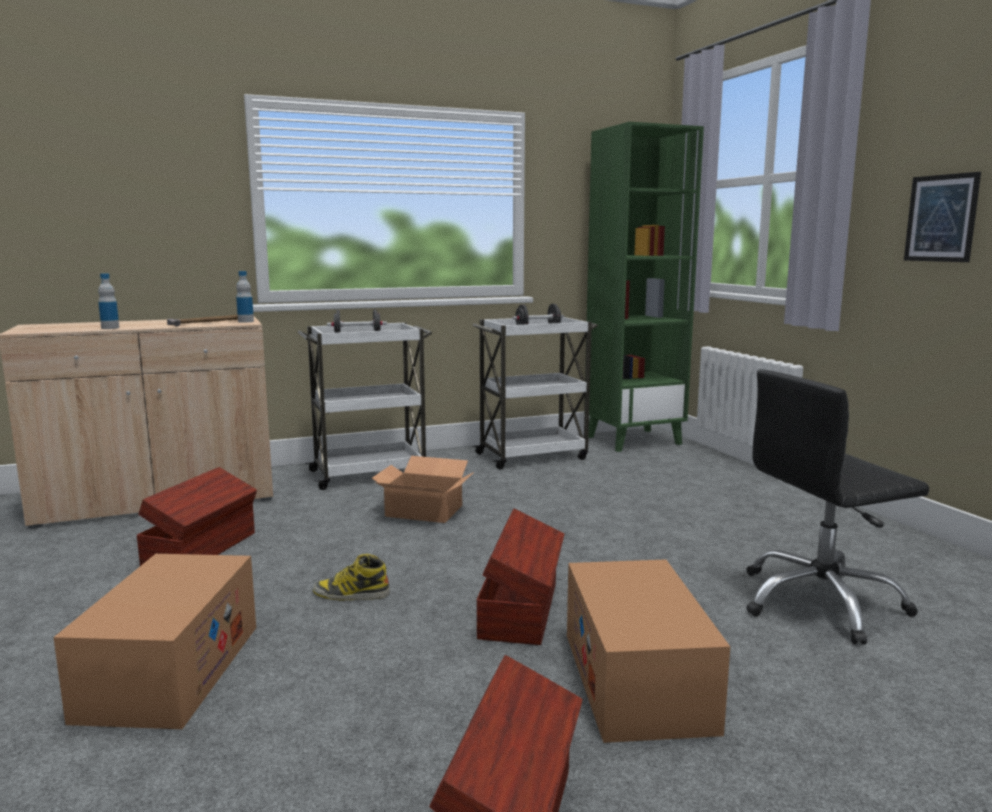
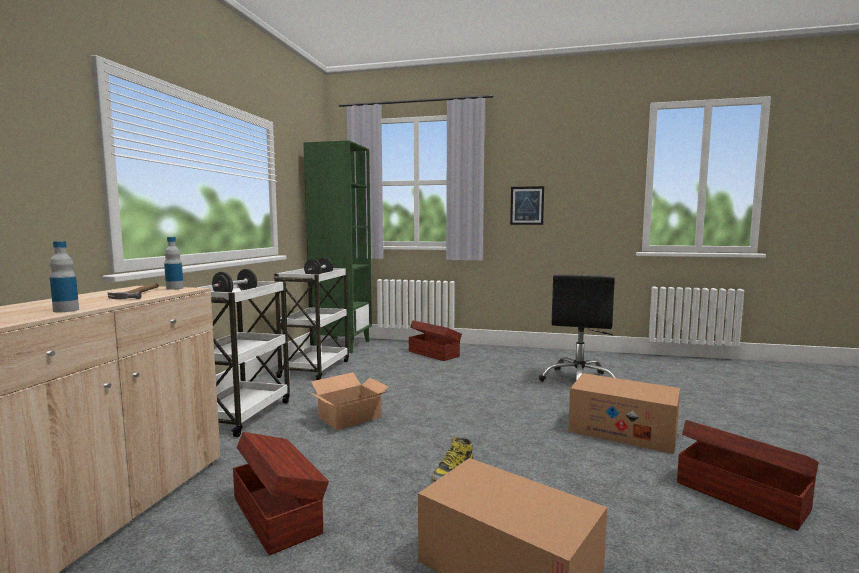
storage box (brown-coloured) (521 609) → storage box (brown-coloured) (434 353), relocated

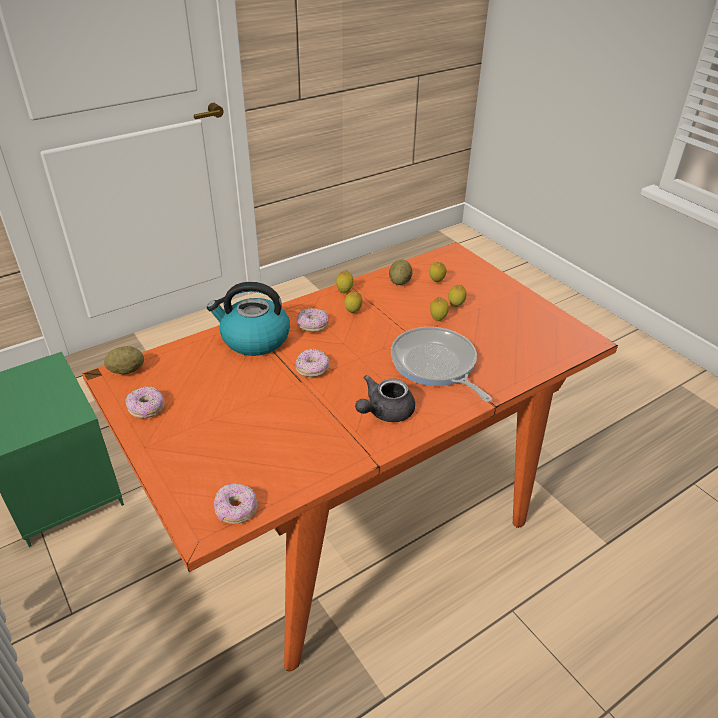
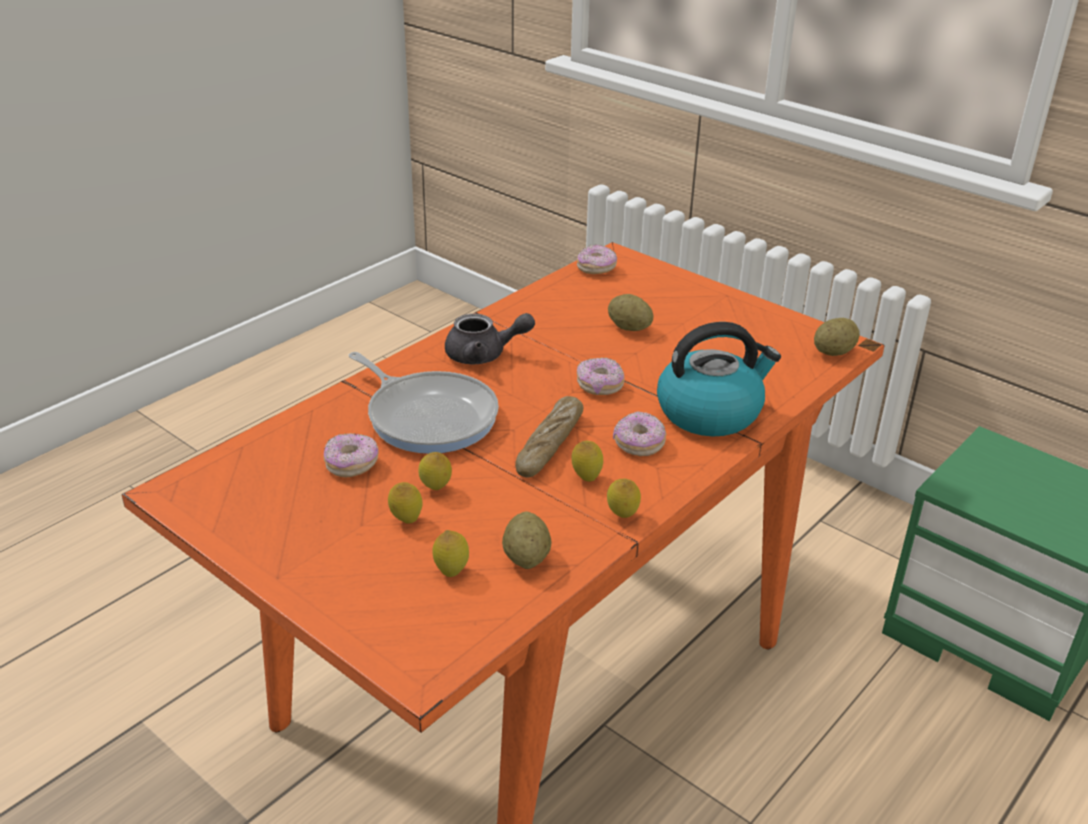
tea pot (greyish) (384 412) → tea pot (greyish) (484 355), 60 degrees clockwise
donut (147 409) → donut (351 465), relocated
- → spud (629 328)
- → baked bread (550 445)

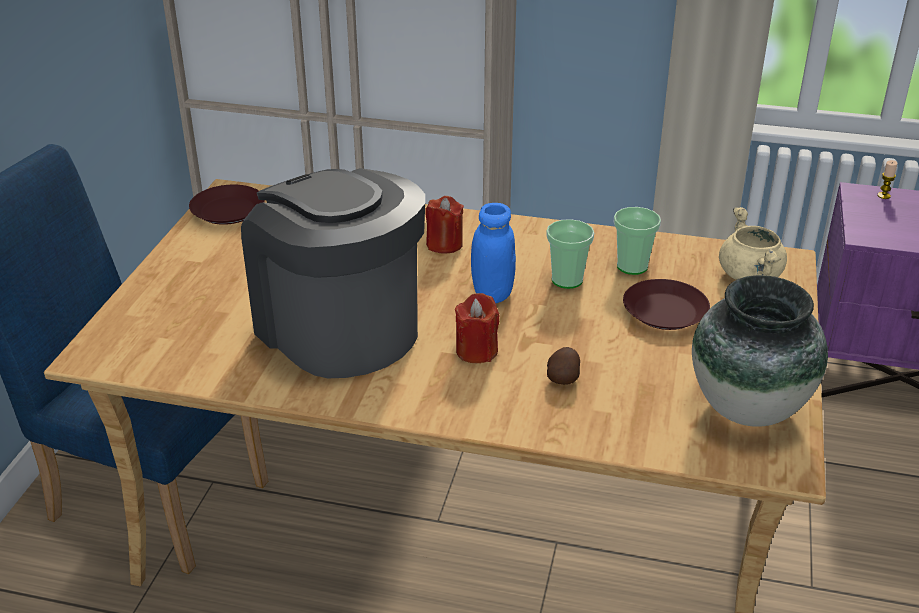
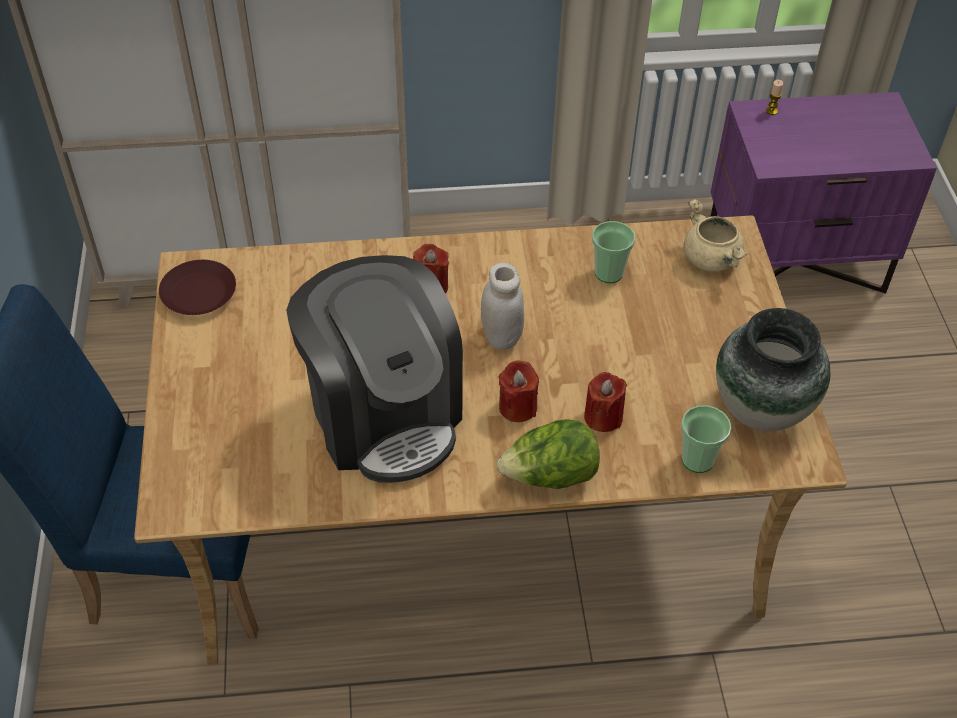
coffee brewer (338 328) → coffee brewer (383 414), 150 degrees counterclockwise
jar (bluish) (492 294) → jar (whitish) (501 337)
cup (567 280) → cup (697 460), relocated
plate (brown-coloured) (664 312) → -
spud (563 378) → wax light (red) (603 417)
- → head of lettuce (550 476)

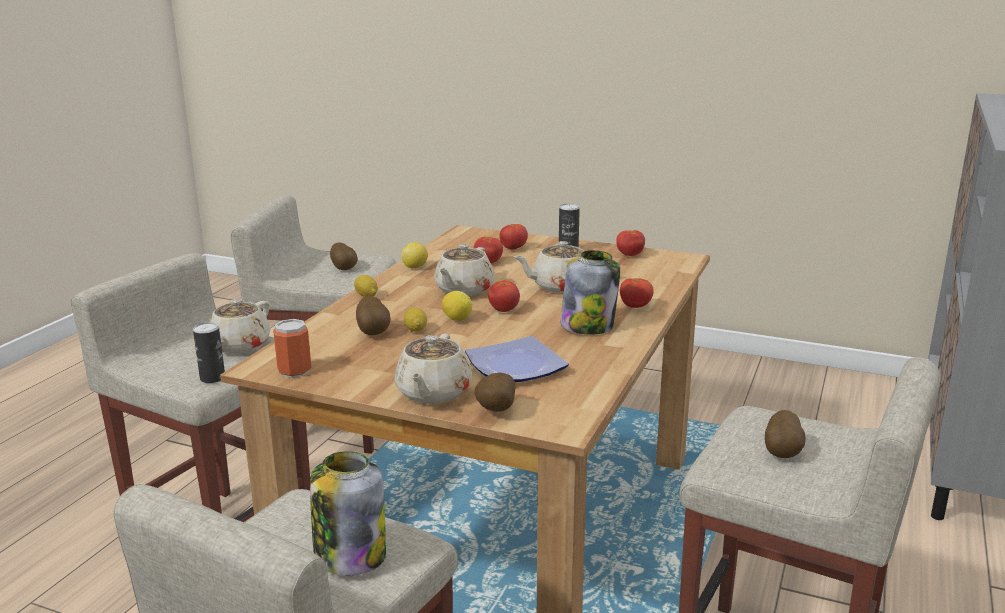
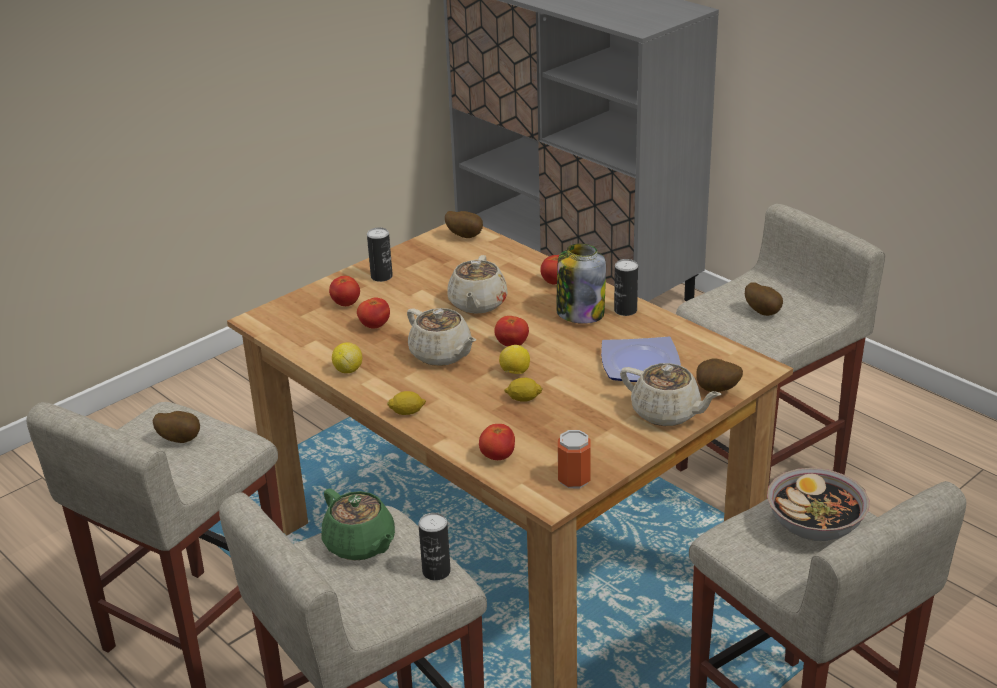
fresh tomato (629 255) → fresh tomato (497 456), relocated
spud (374 332) → spud (465 236), relocated
tea pot (beige) (239 345) → tea pot (green-coloured) (360 545)
jar (349 555) → serving bowl (814 524)
- → metal can (625 310)

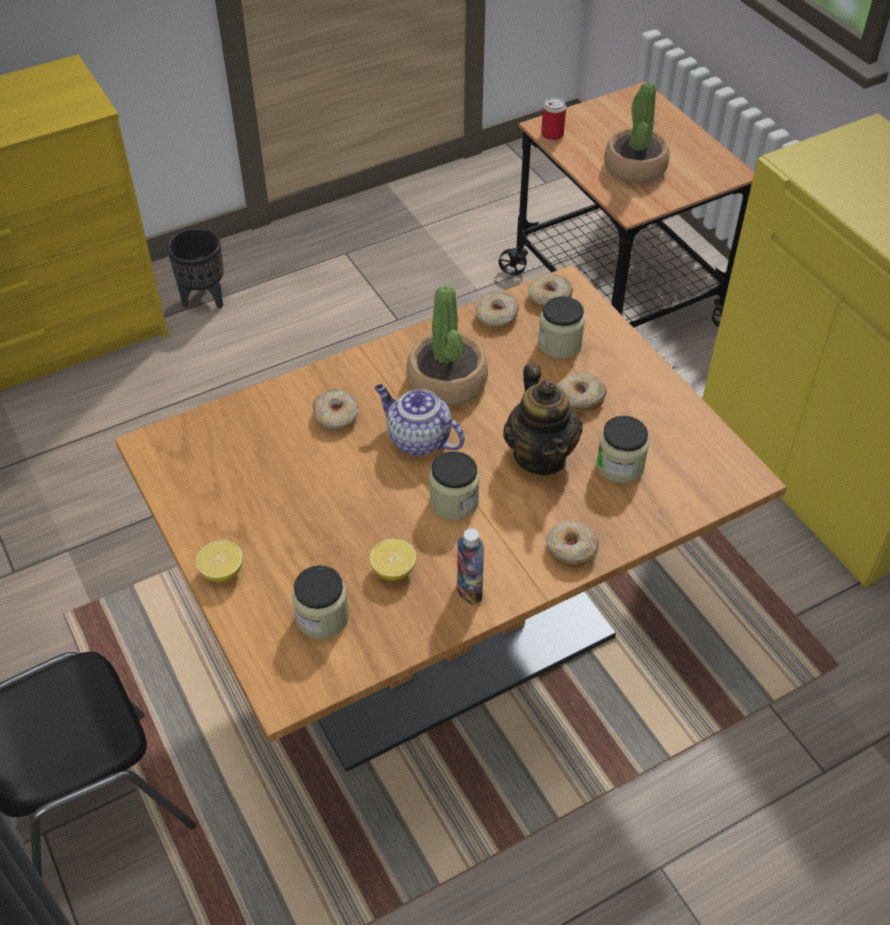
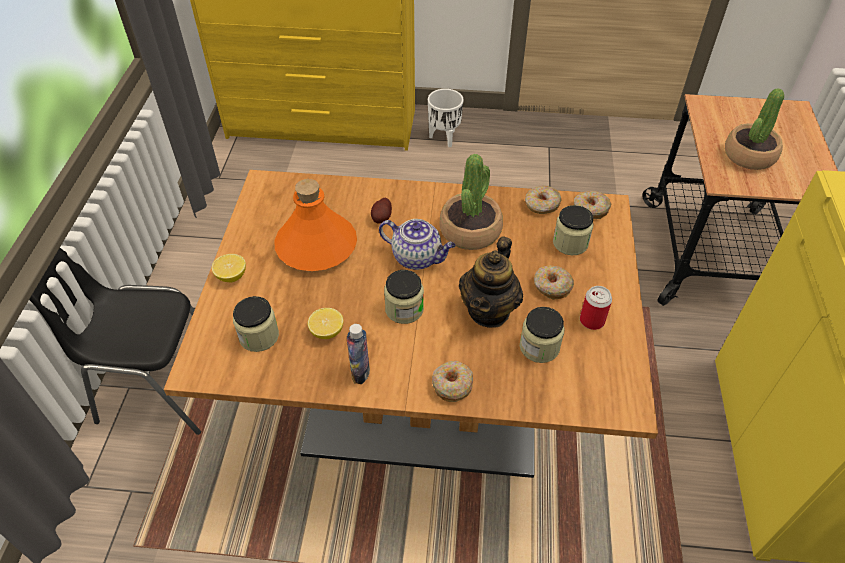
metal can (552 134) → metal can (592 320), relocated
flower pot (black-coloured) (204 298) → flower pot (whitish) (444 138)
tea pot (417 439) → tea pot (418 258), 135 degrees clockwise
donut (336 416) → spud (381 218)
- → drink bottle (orange) (316 247)

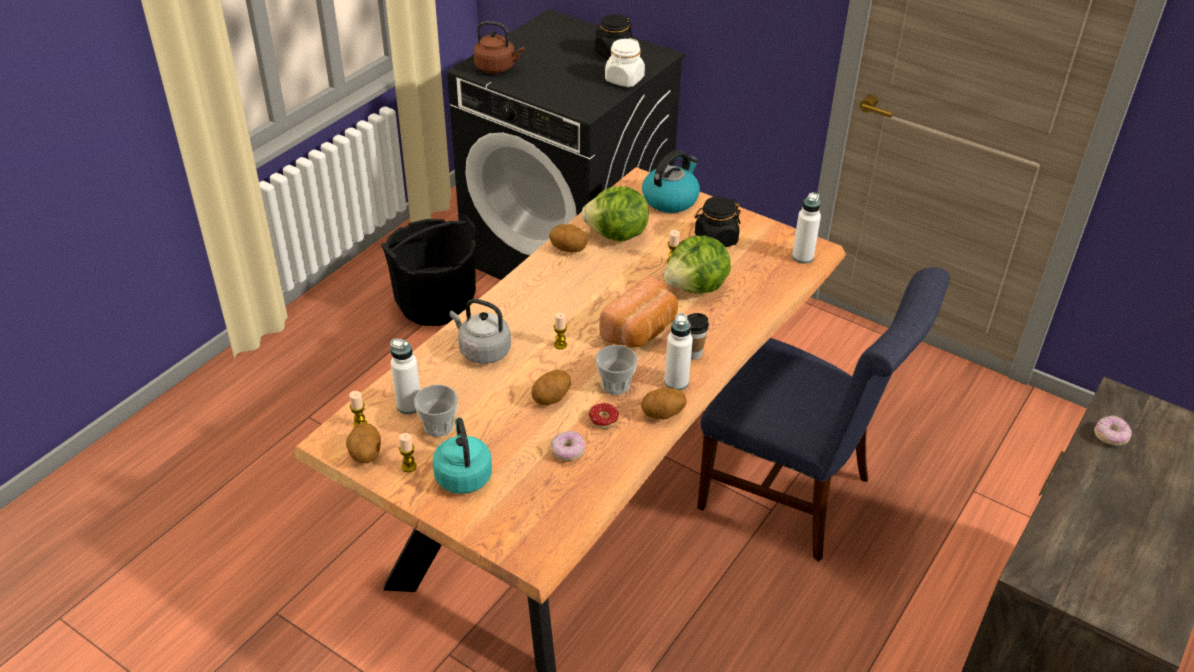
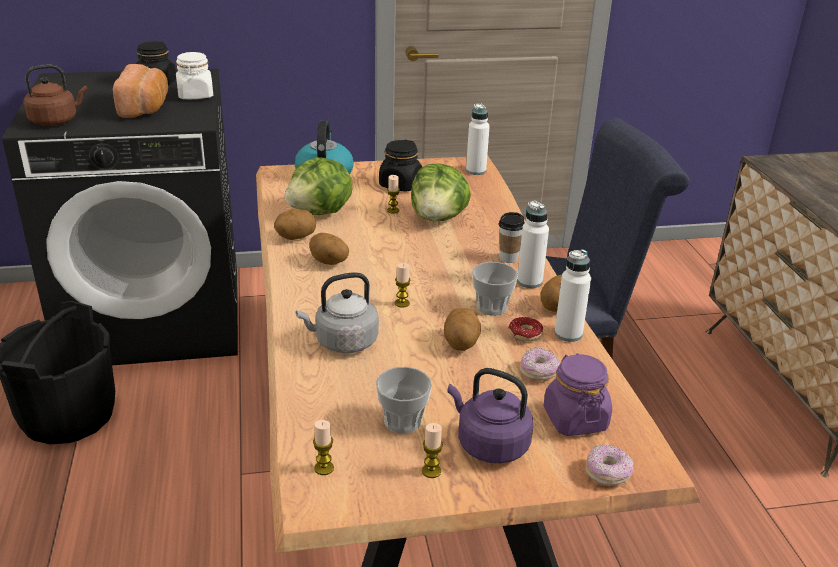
baked bread (641 331) → baked bread (145 108), relocated
drink bottle (whitish) (409 405) → drink bottle (whitish) (568 334), relocated
donut (1110 437) → donut (607 473), relocated
water kettle (turquoise) (463 475) → water kettle (purplish) (489 444)
spud (365 455) → spud (328 263), relocated
- → jar (purplish) (575 419)

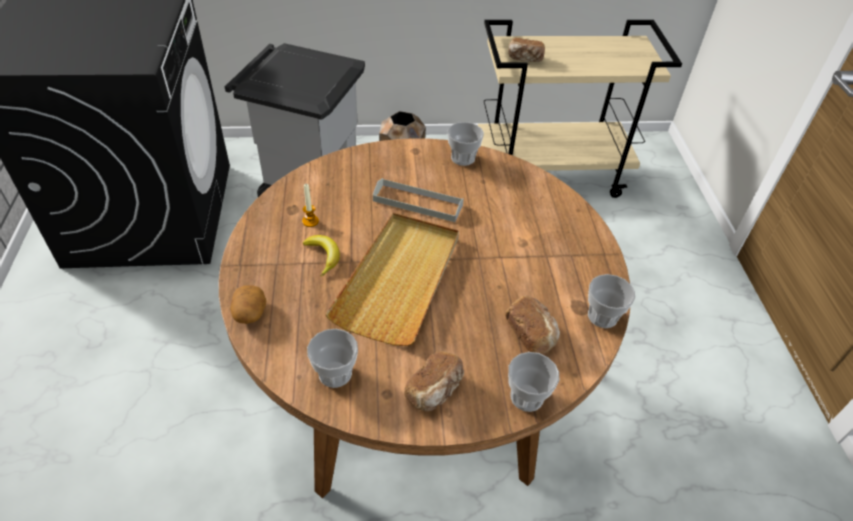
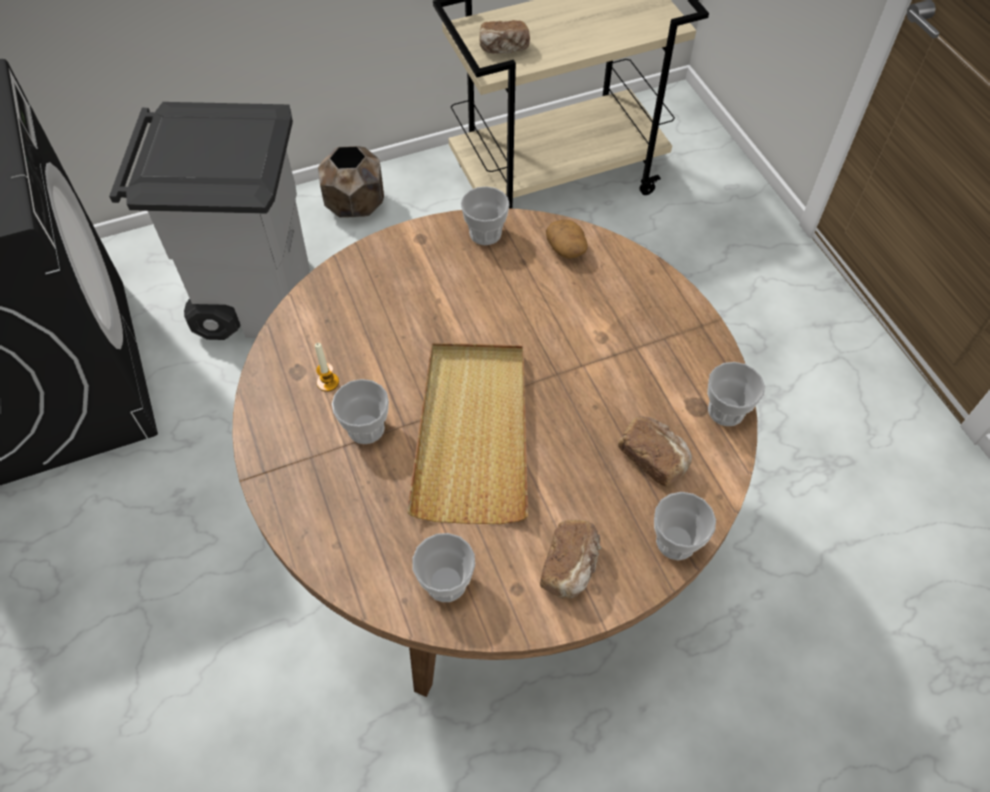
carrying tray (greyish) (417 203) → -
whole banana (323 256) → cup (366 428)
spud (250 312) → spud (566 248), relocated

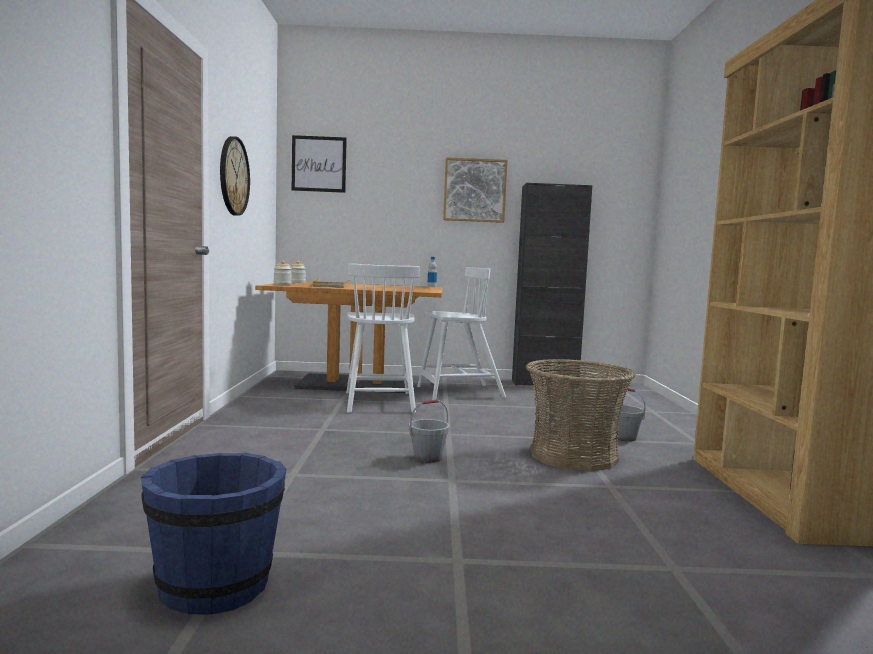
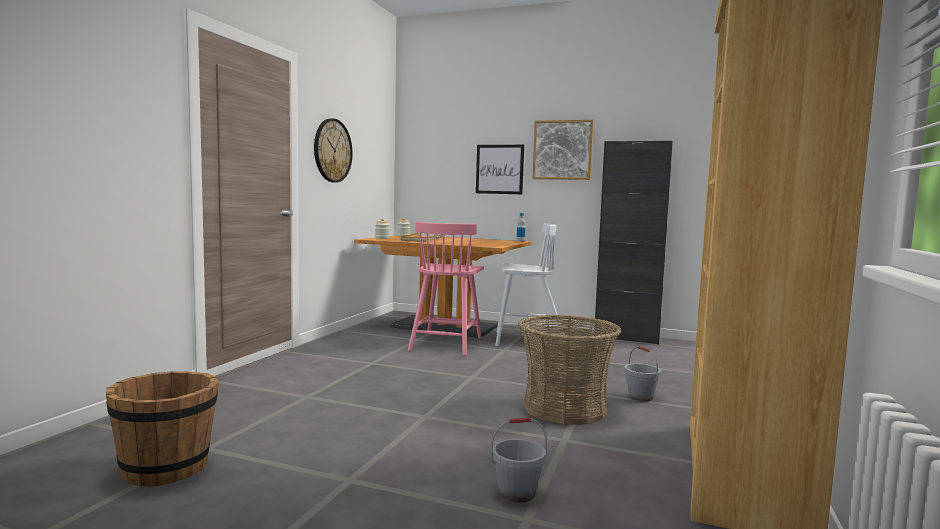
picture (319 164) → picture (499 169), relocated
chair (whitish) (379 402) → chair (pink) (446 343)
bucket (greyish) (428 458) → bucket (greyish) (517 493), relocated
bucket (bluish) (216 585) → bucket (brown-coloured) (167 468)

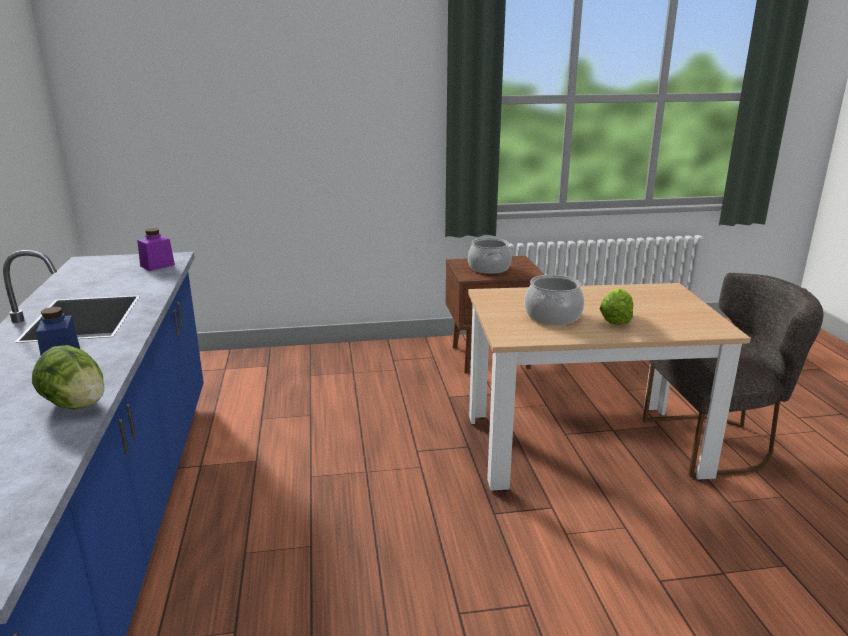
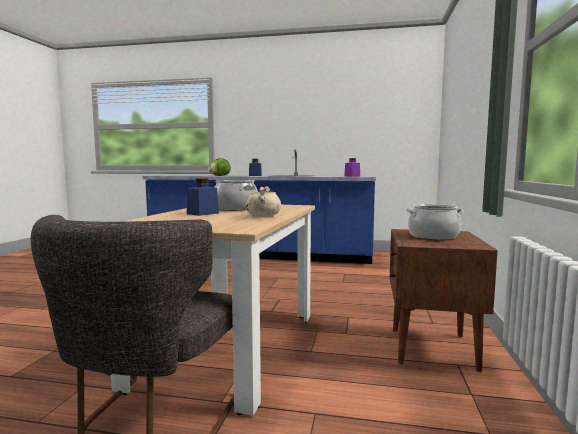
head of lettuce (615 320) → jar (bluish) (202 213)
- → cooking pot (beige) (263 216)

